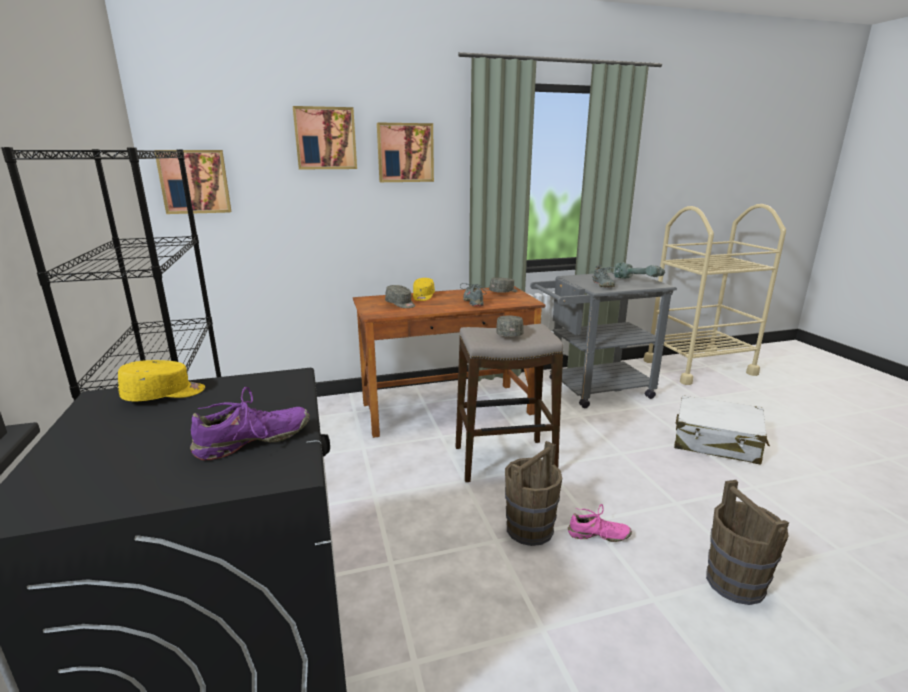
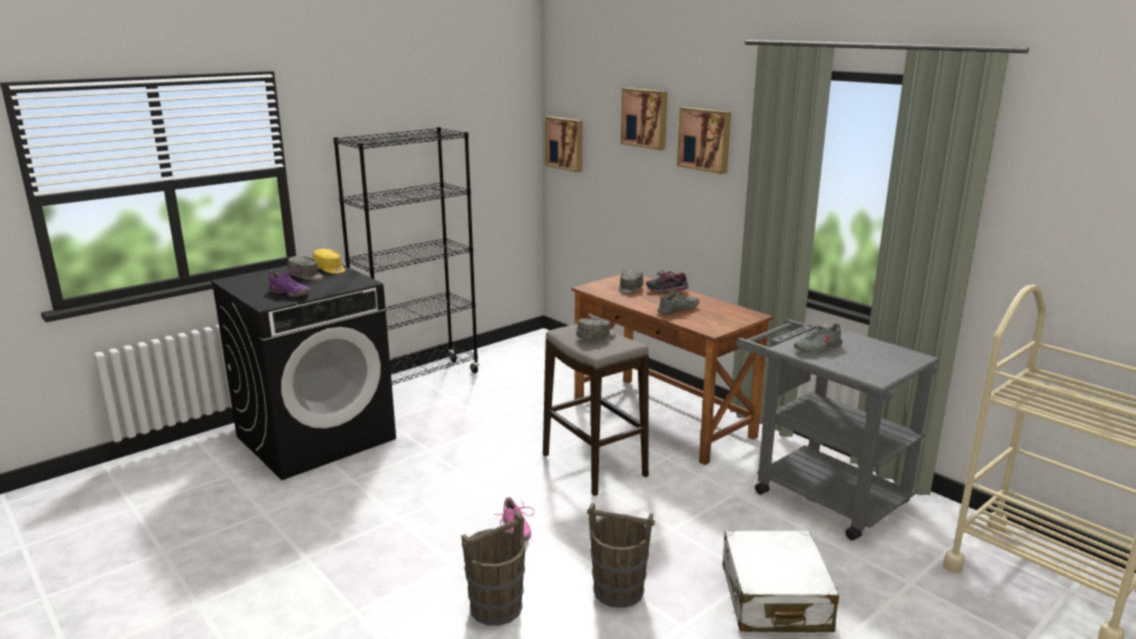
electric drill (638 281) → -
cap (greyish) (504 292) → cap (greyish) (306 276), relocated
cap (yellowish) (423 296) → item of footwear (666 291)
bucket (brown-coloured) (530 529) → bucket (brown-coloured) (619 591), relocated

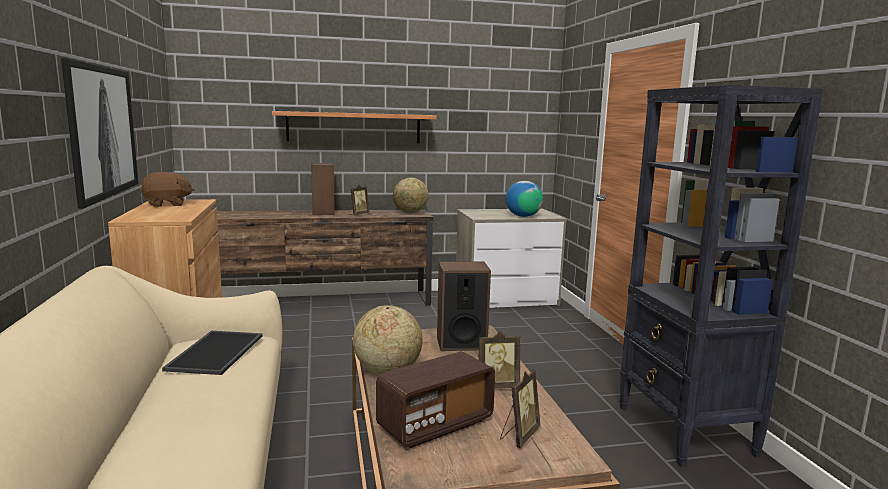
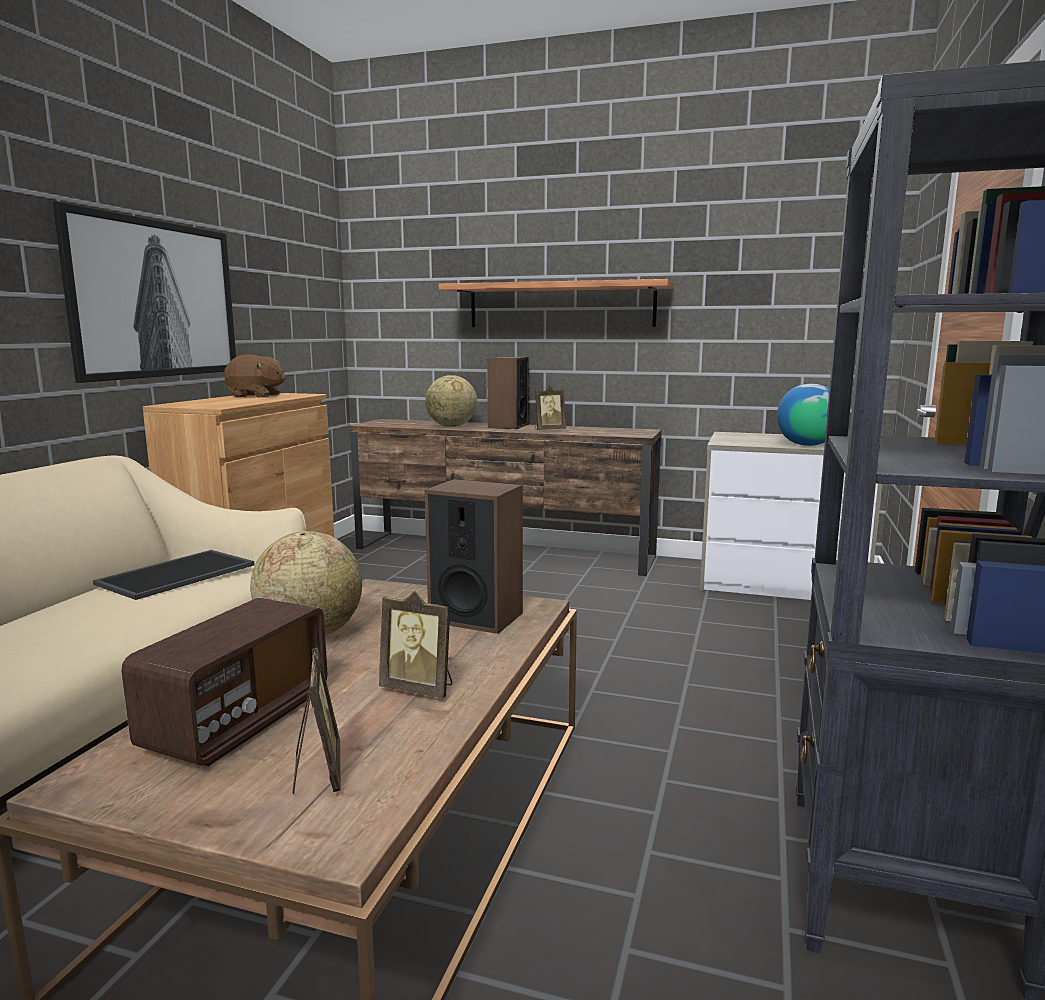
globe (410 213) → globe (451 426), relocated
radio (435 424) → radio (238 721), 60 degrees counterclockwise
picture frame (519 435) → picture frame (317 773), 75 degrees counterclockwise

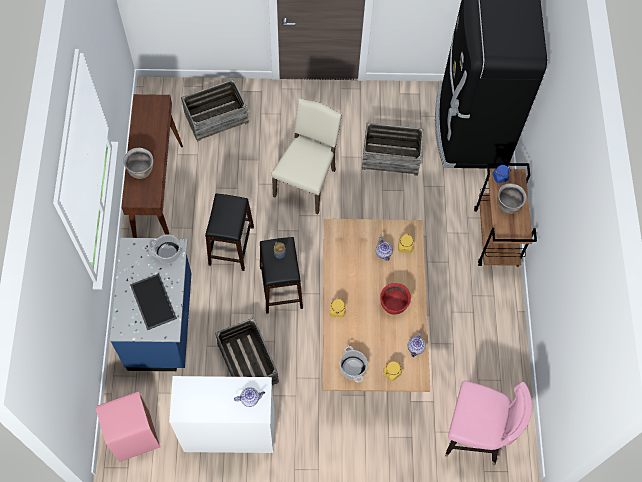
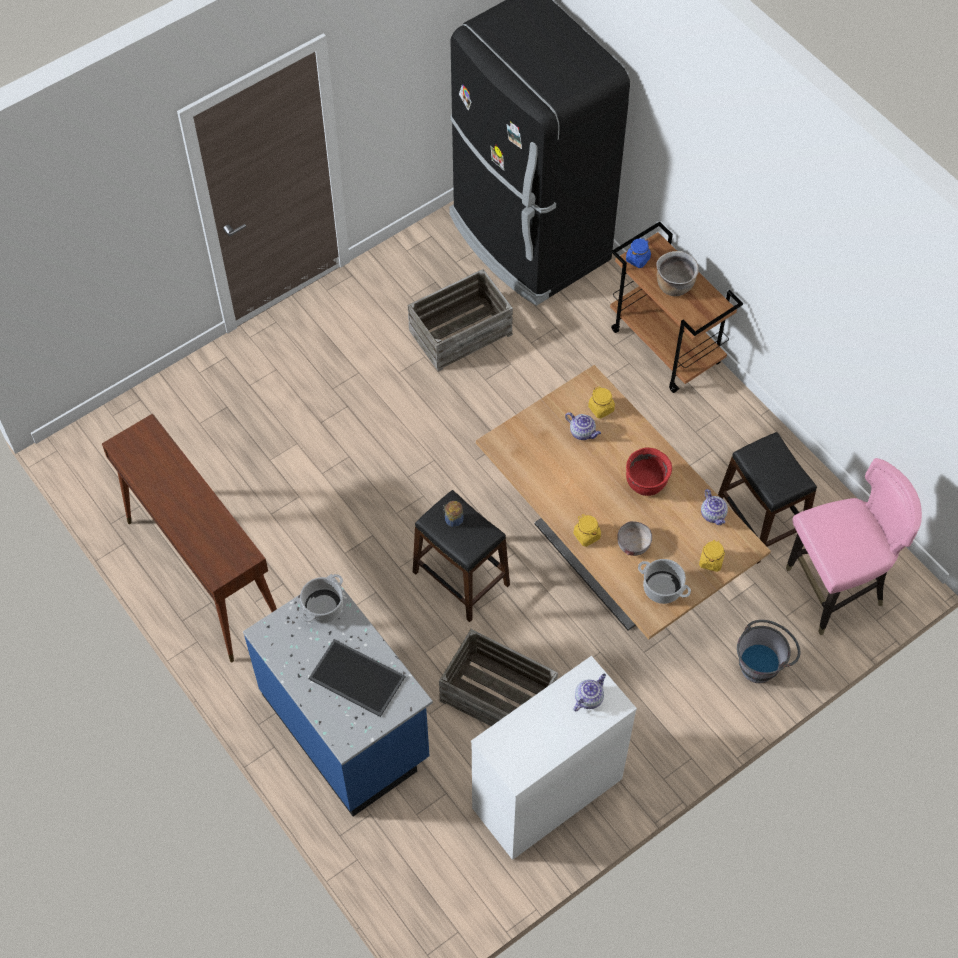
crate (216 117) → -
chair (beige) (307 182) → -
cooking pot (brown-coloured) (141 170) → -
stool seat (black-coloured) (231 245) → stool seat (black-coloured) (759 521), relocated
rubbish bin (pink) (135 437) → -
- → serving bowl (greyish) (633 544)
- → bucket (greyish) (762 662)

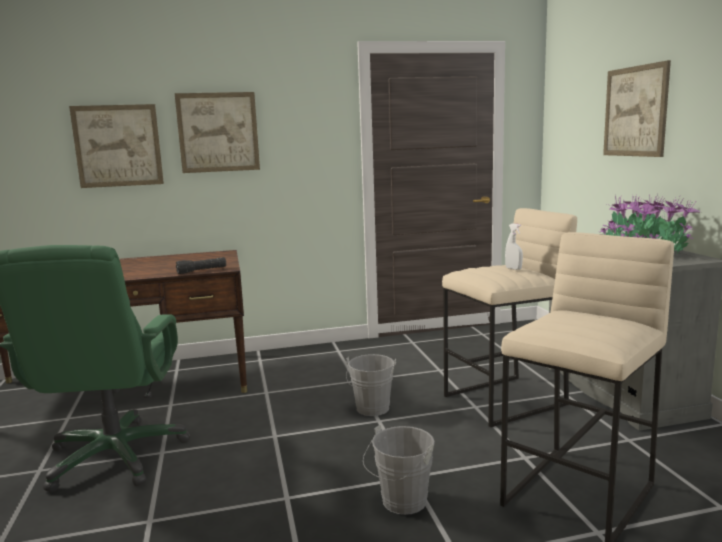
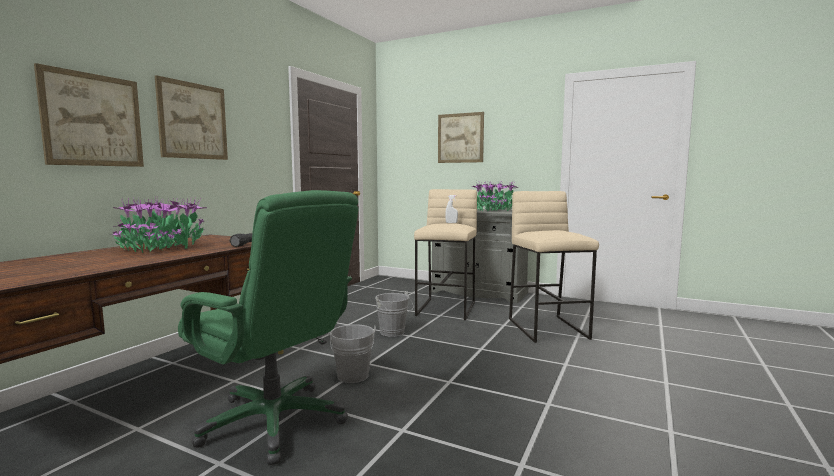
bucket (greyish) (401 503) → bucket (greyish) (353 377), relocated
- → potted plant (162 248)

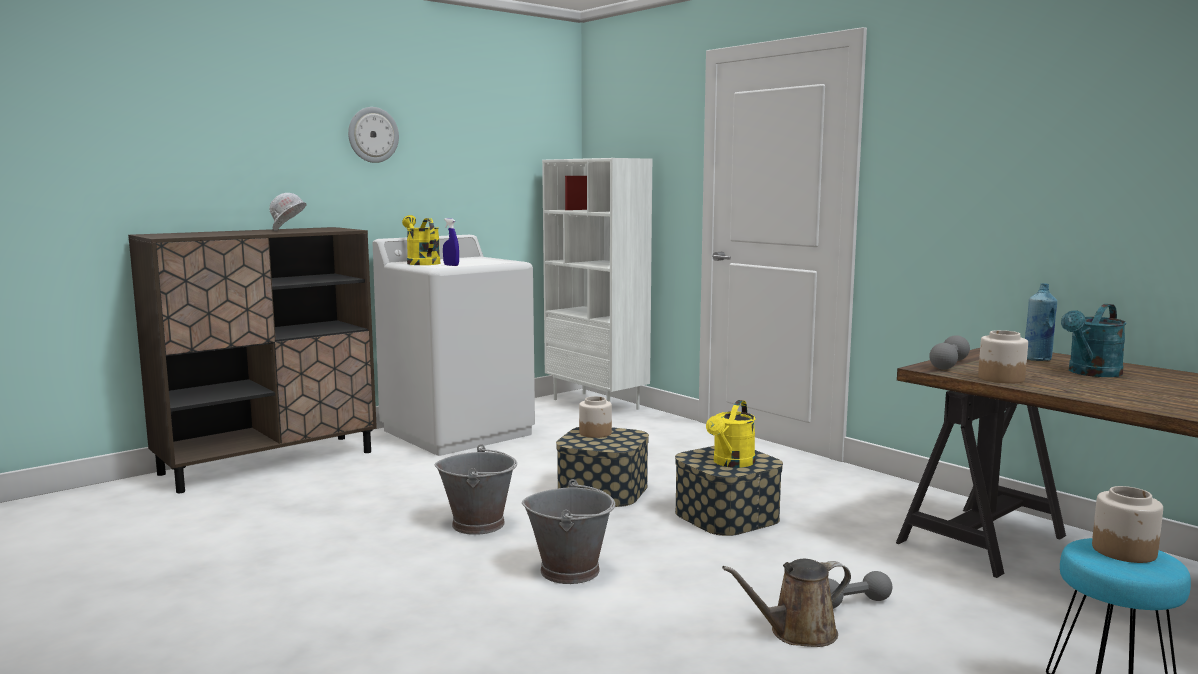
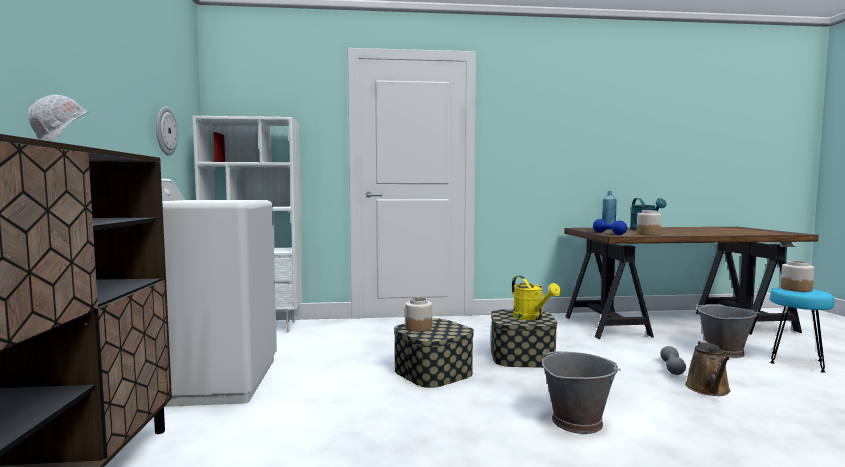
clock on the wall (373 135) → clock on the wall (165 131), relocated
sprinkling can (yellowish) (421 263) → -
sprayer (bluish) (451 265) → -
free weight (greyish) (949 364) → free weight (bluish) (609 233)
bucket (greyish) (479 524) → bucket (greyish) (723 351), relocated

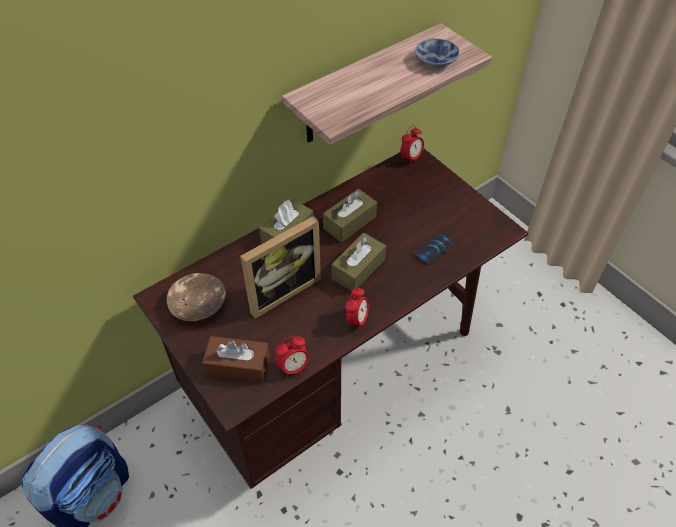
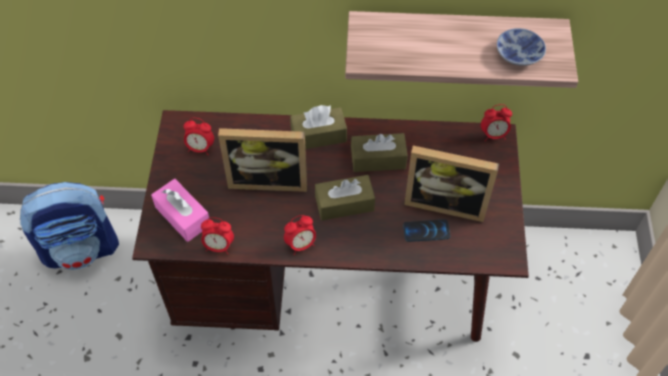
serving bowl (brown-coloured) (198 303) → alarm clock (200 148)
tissue holder (brown-coloured) (238 366) → tissue holder (pink) (183 216)
- → picture frame (446 202)

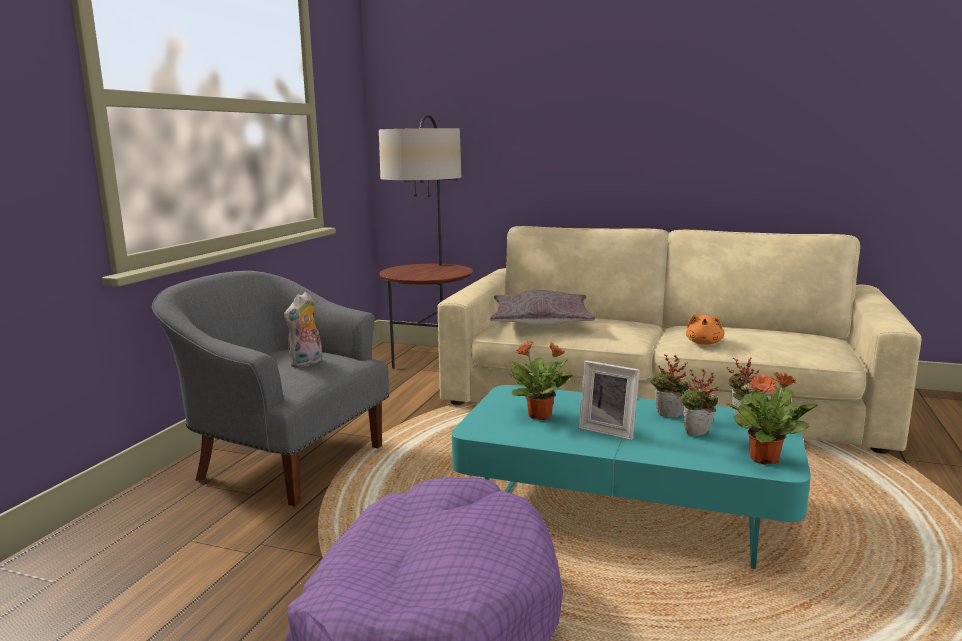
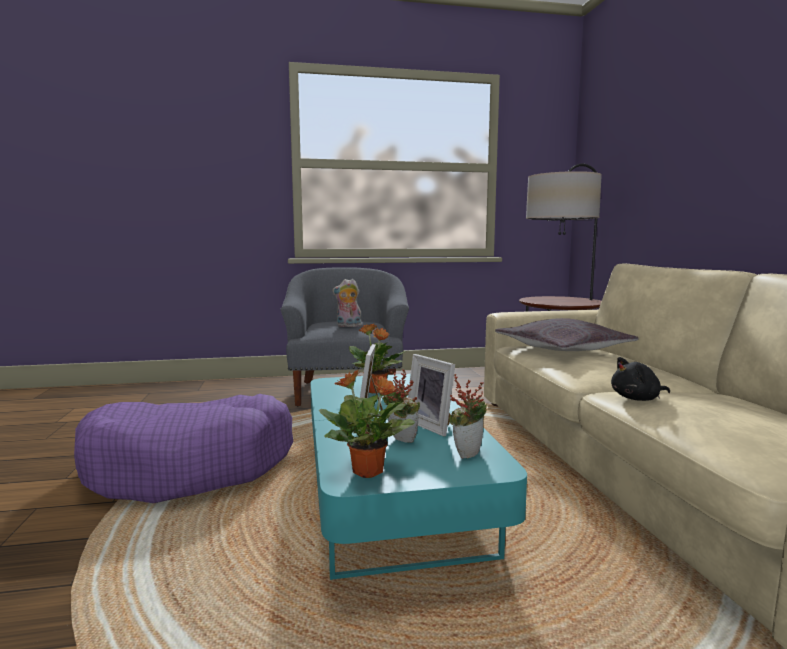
plush toy (orange) (704 343) → plush toy (black-coloured) (637 399)
potted plant (669 417) → picture frame (432 425)

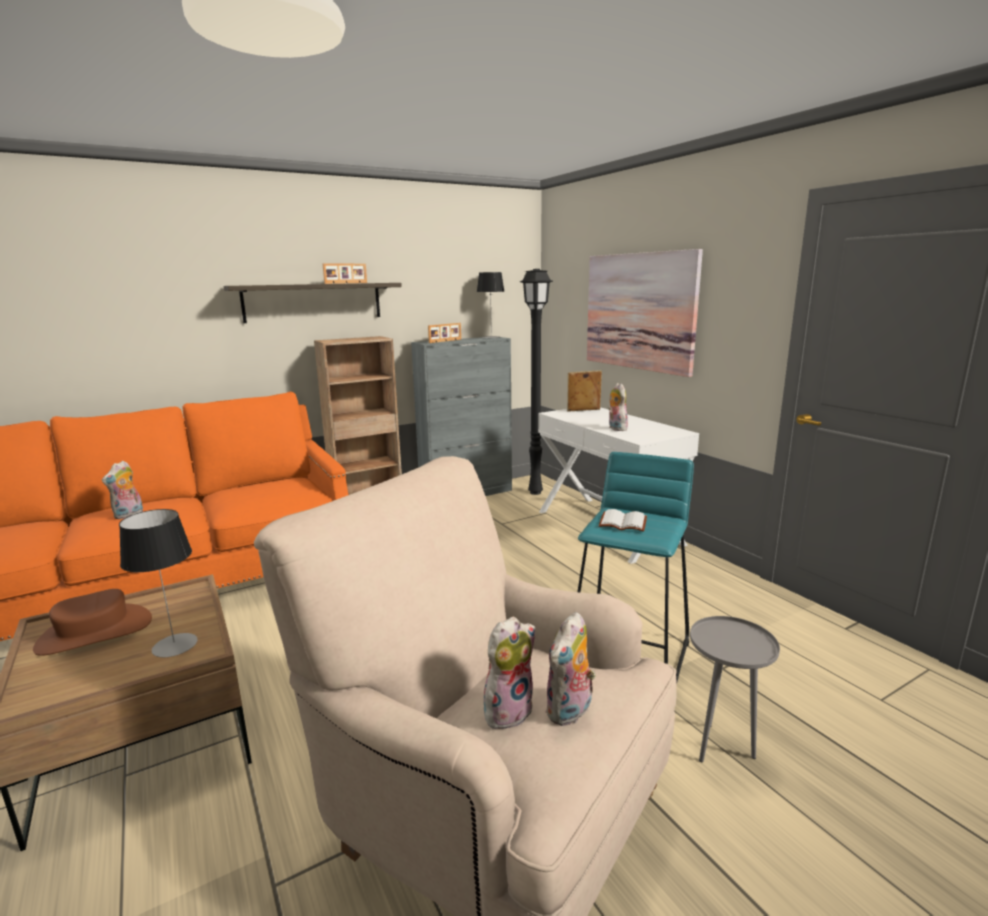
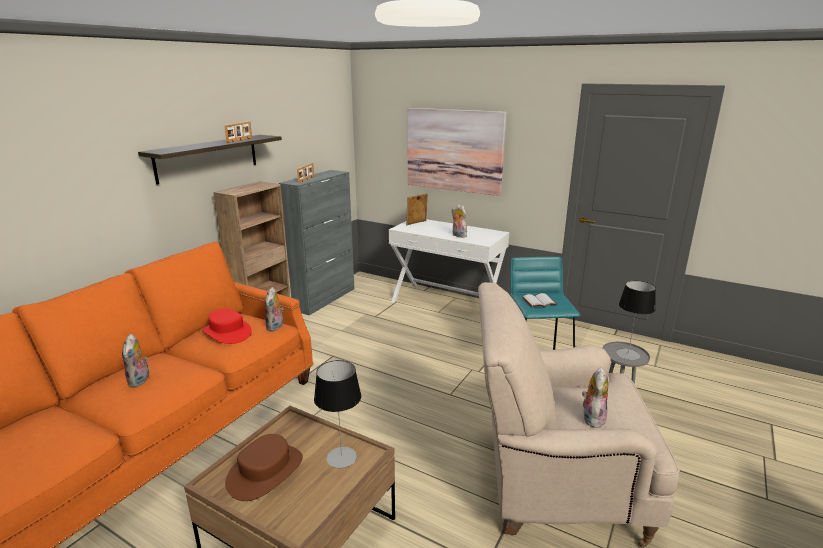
standing lamp (black-coloured) (534 492) → -
table lamp (491 337) → table lamp (628 354), relocated
plush toy (570 712) → plush toy (275 327), relocated
- → clothing hat (red) (227 332)

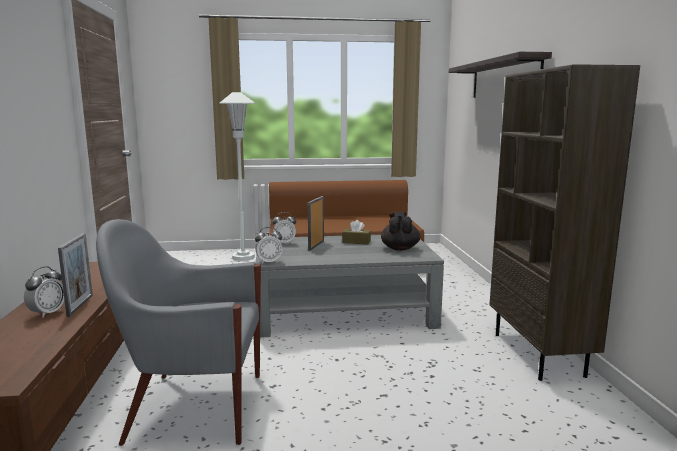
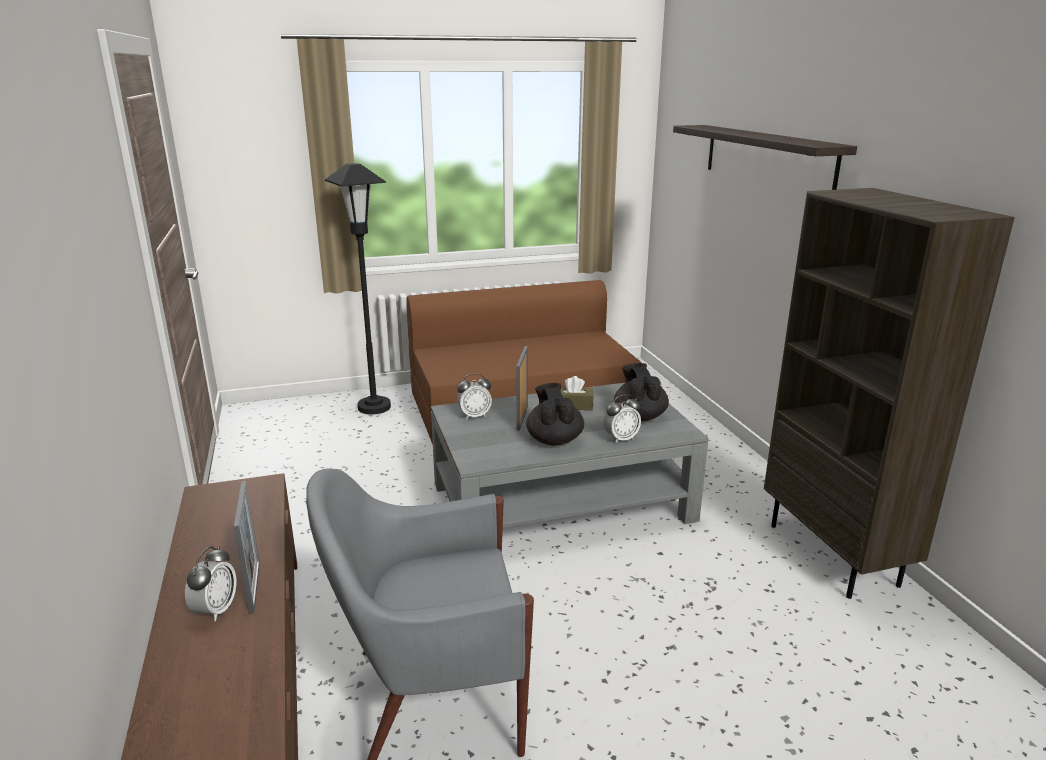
standing lamp (whitish) (243 257) → standing lamp (black-coloured) (374 407)
alarm clock (269 262) → alarm clock (621 439), relocated
- → tea pot (black-coloured) (554 439)

